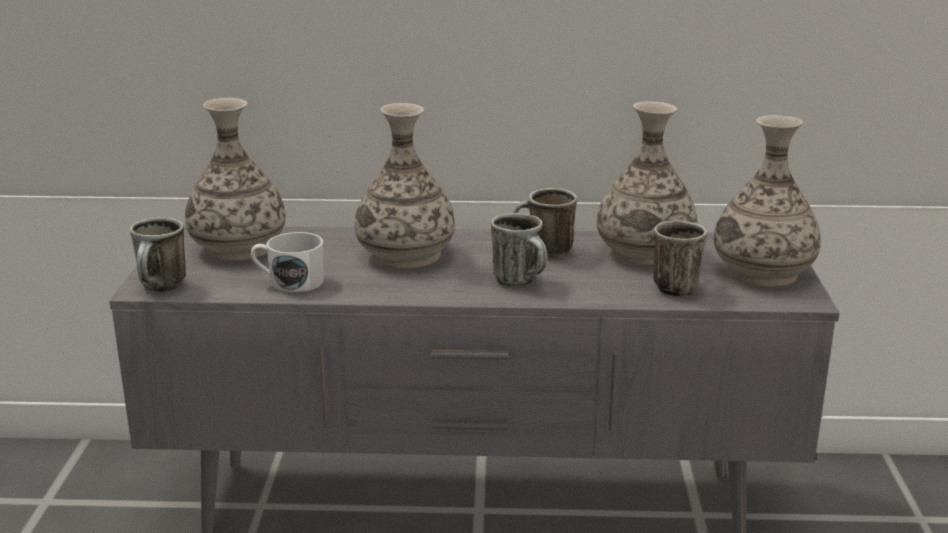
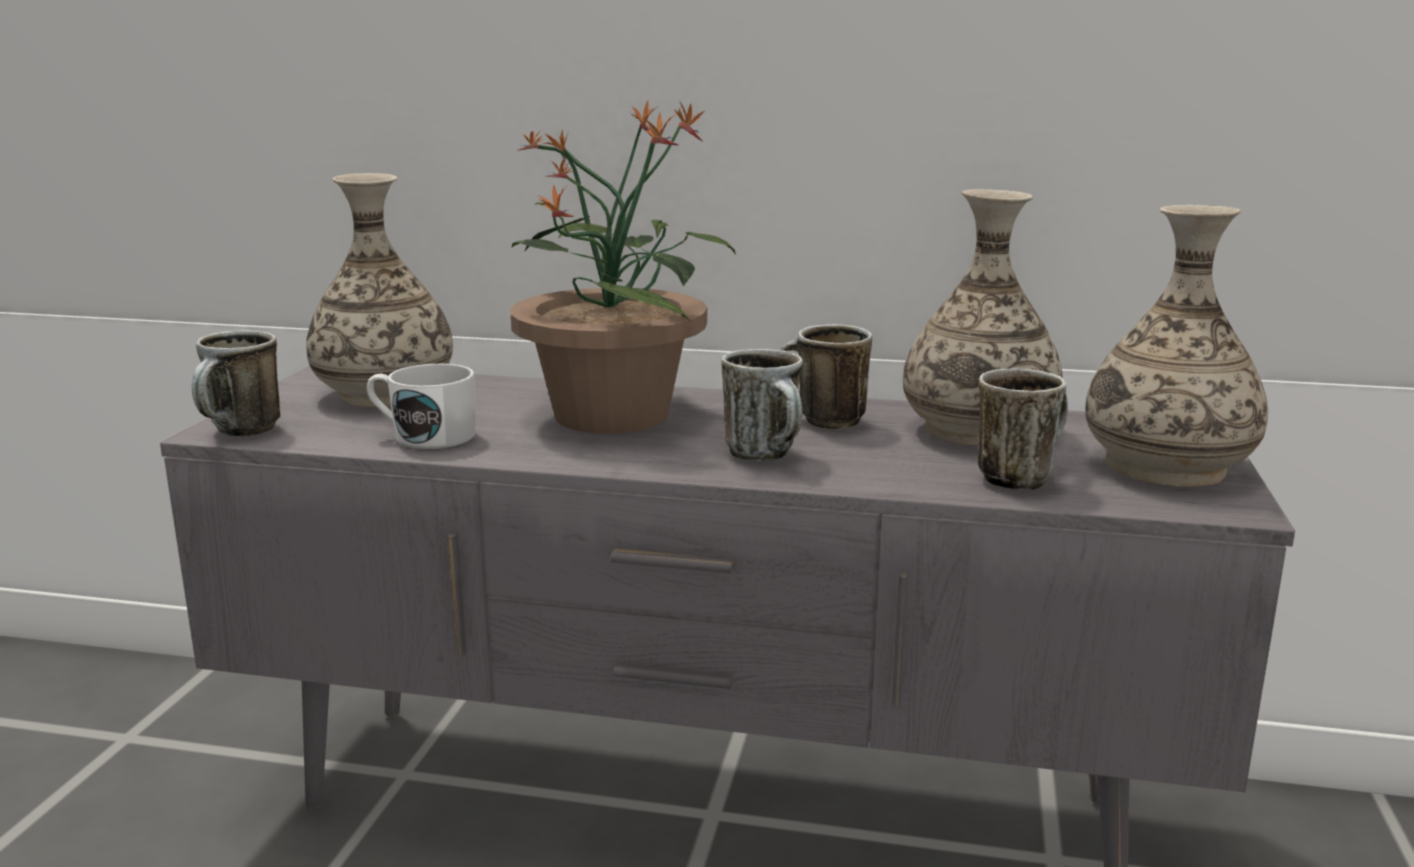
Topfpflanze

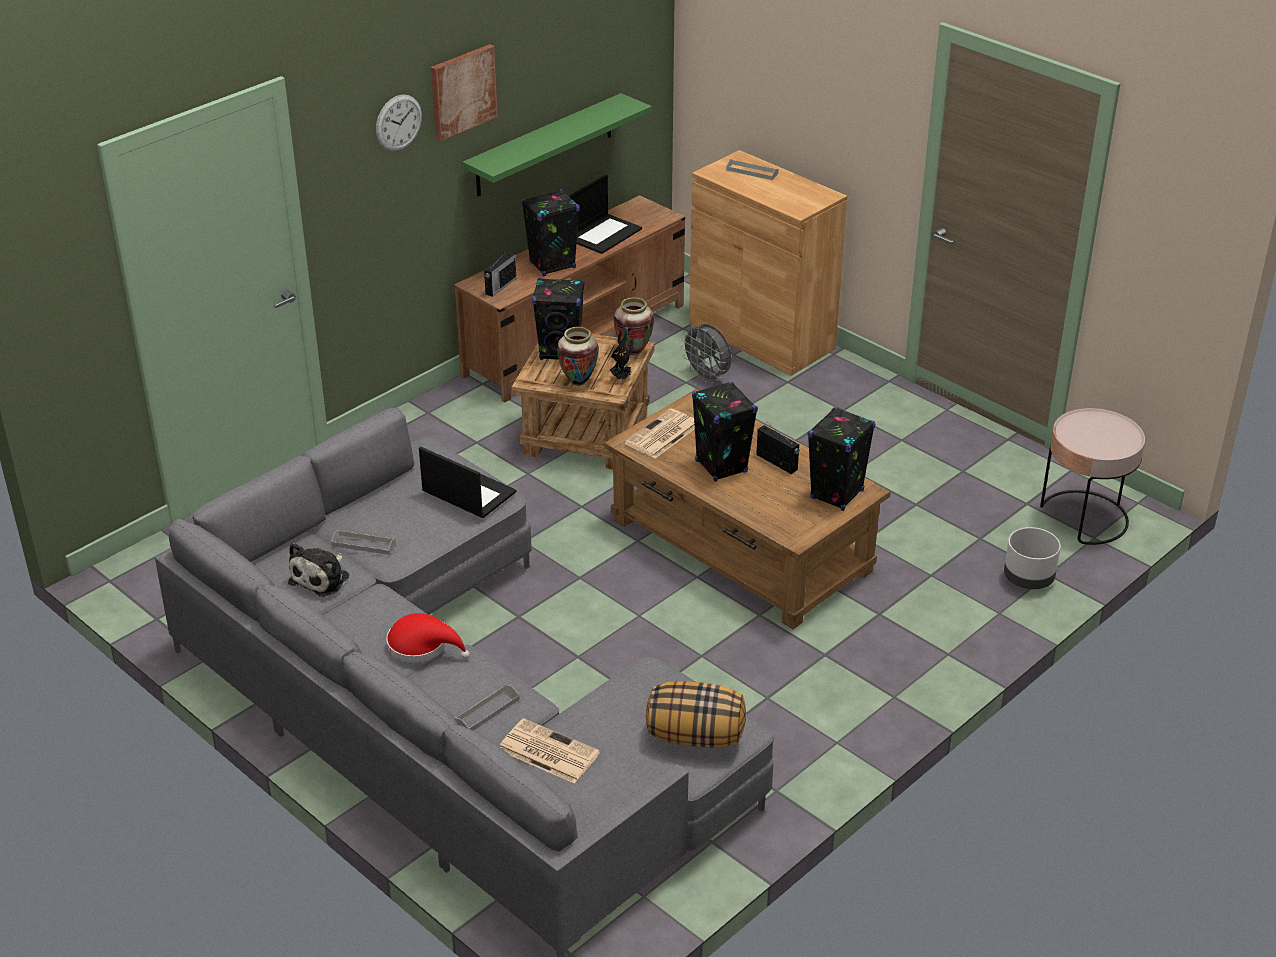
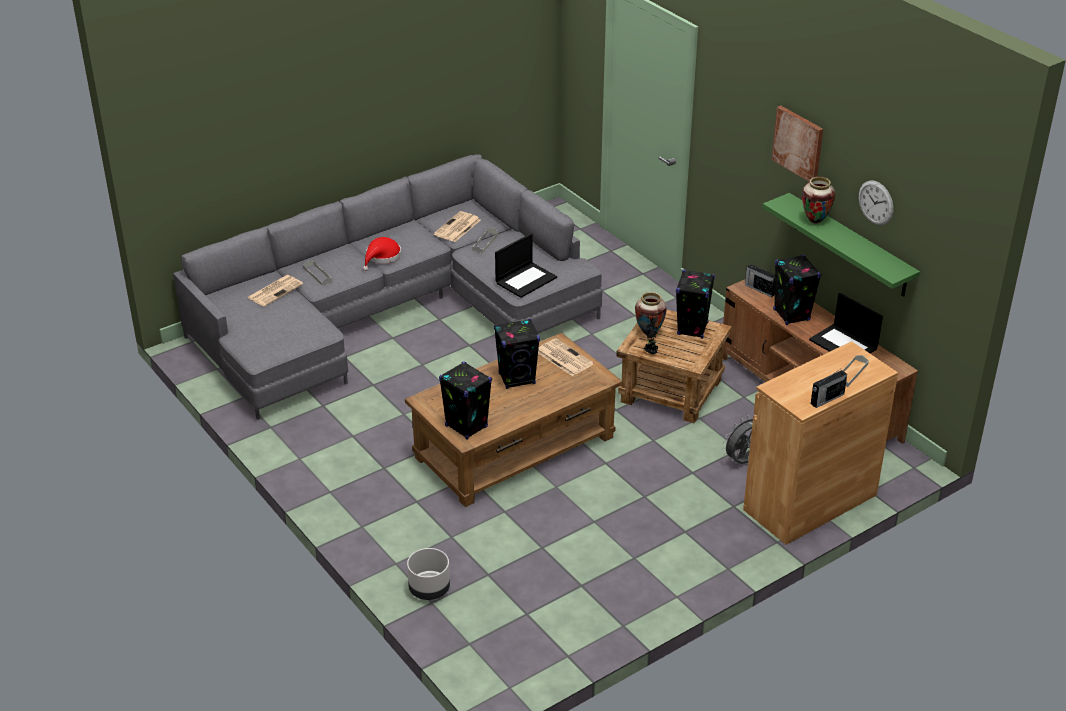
Kissen
Beistelltisch [rosa]
Wanduhr
Vase (no. 2 from left)
Radio (no. 2 from left)
Zeitung (no. 2 from left)

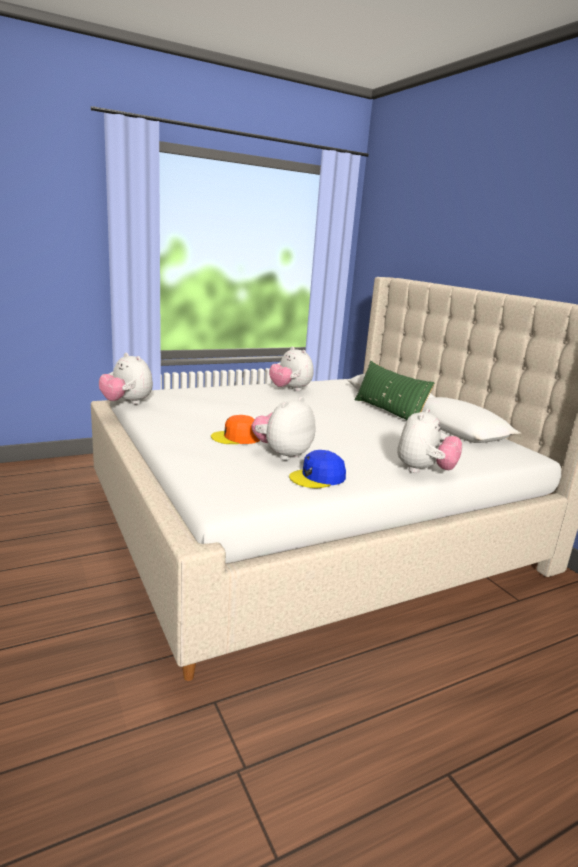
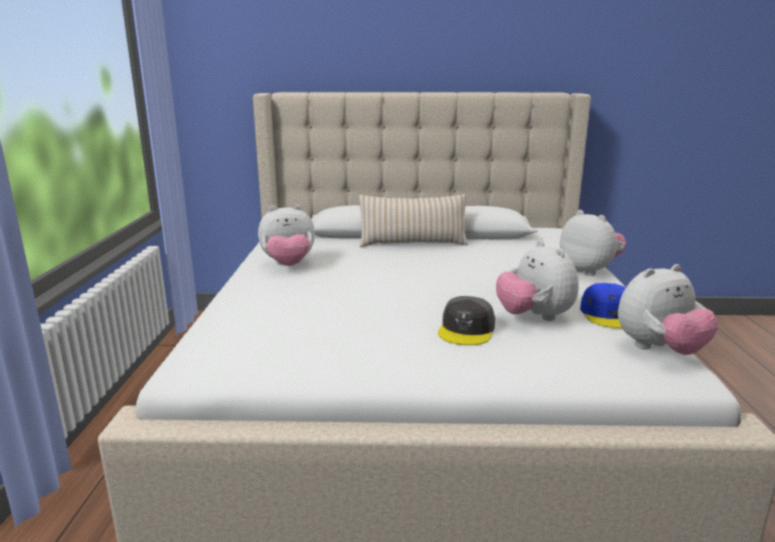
Plüschtier (no. 4 from left)
Kappe [grau]
Kissen [beige]

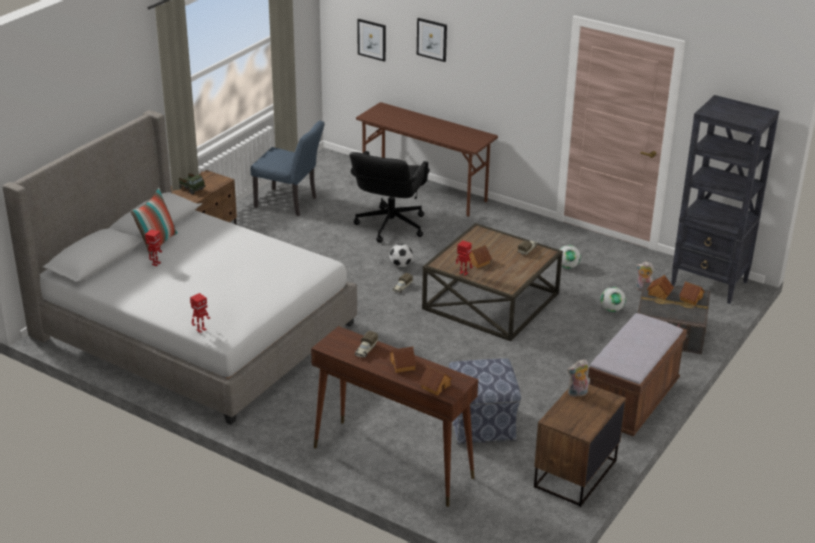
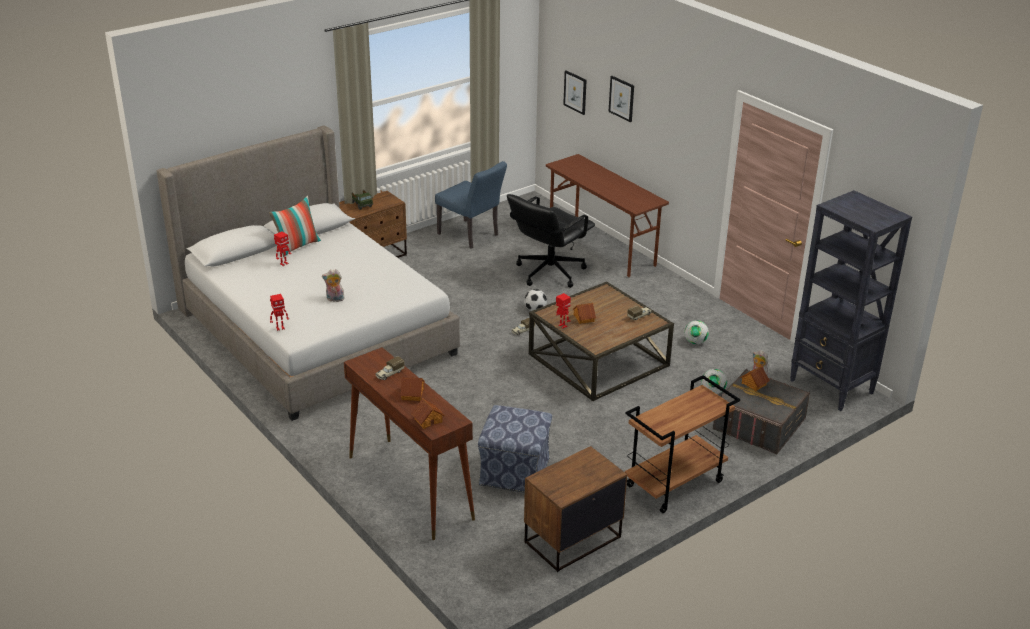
Spielzeughaus (no. 5 from left in the first image)
Plüschtier (no. 1 from left)
Rollwagen [braun]

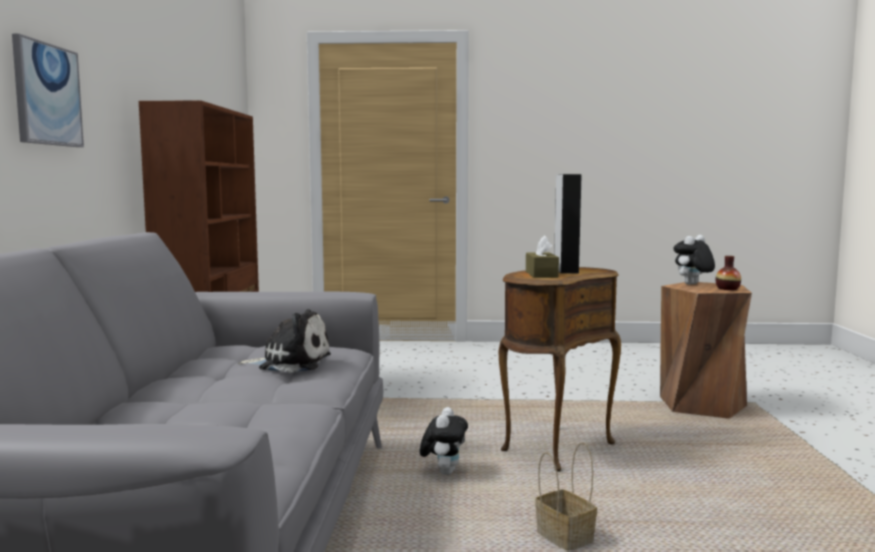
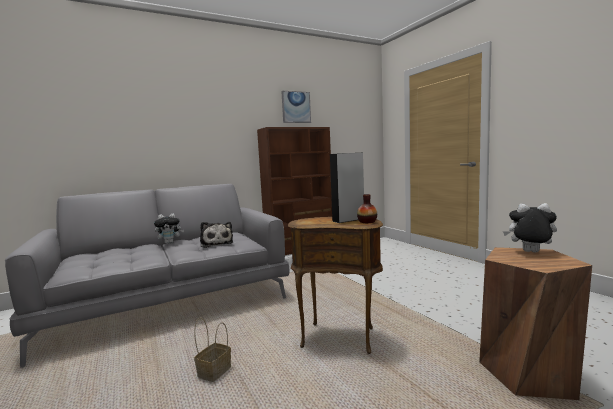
Taschentuchbox [braun]
Bild
Plüschtier (no. 1 from left)
Vase

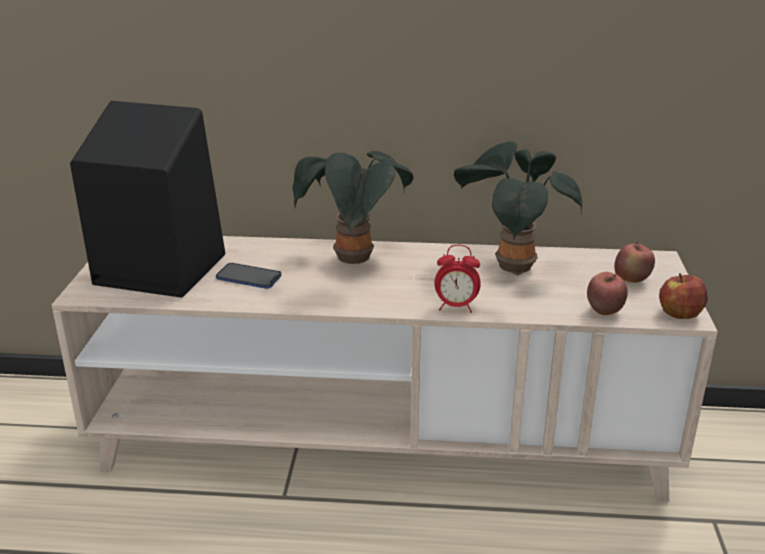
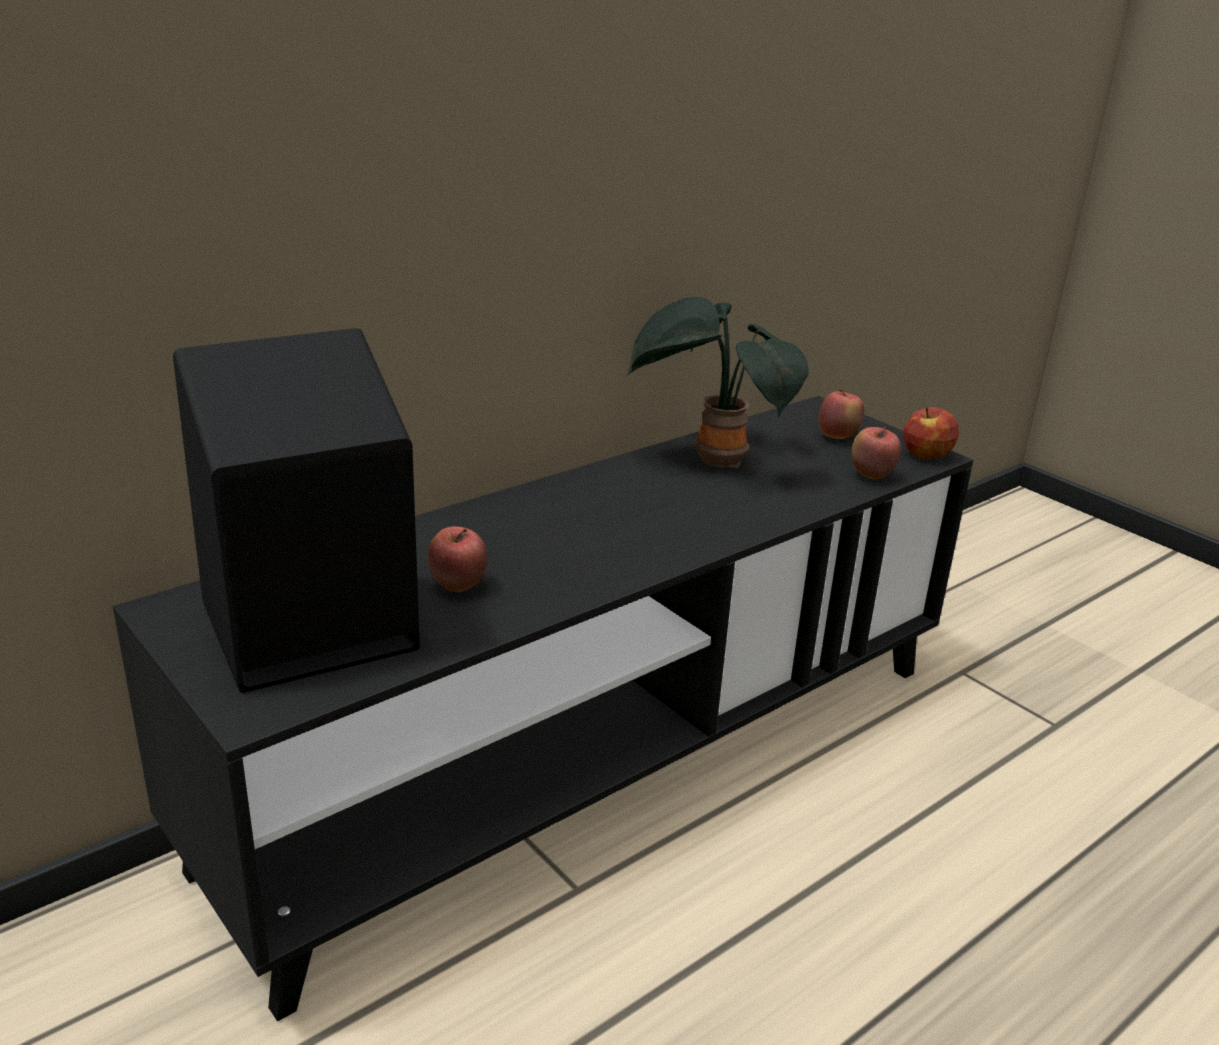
Topfpflanze (no. 1 from left in the first image)
Wecker
Apfel (no. 1 from left)
Fernsehschrank [schwarz]

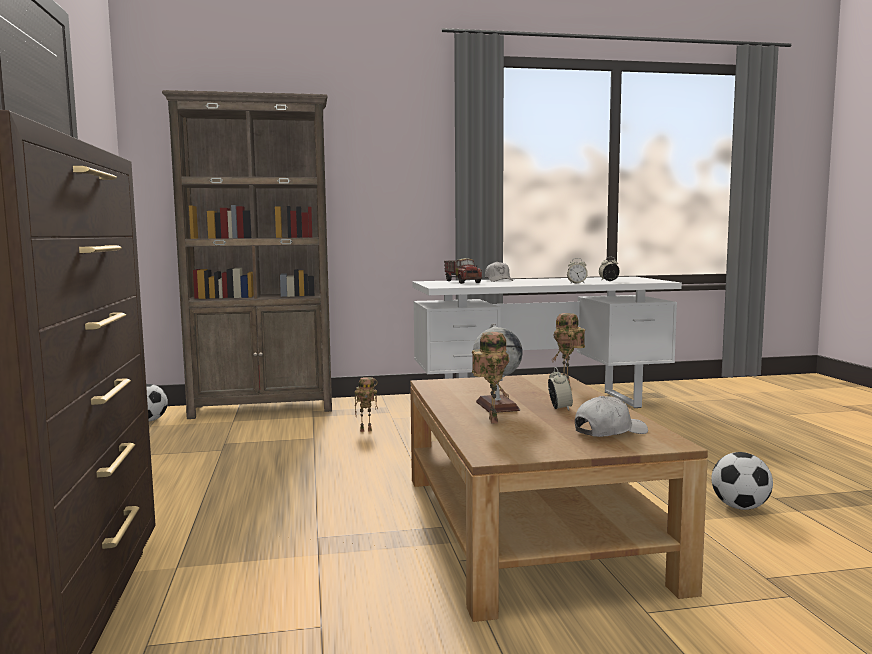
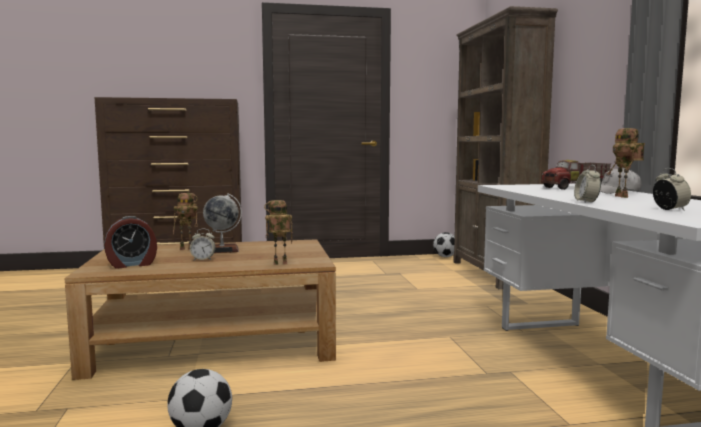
Spielzeugroboter (no. 3 from left)
Wecker (no. 1 from left)

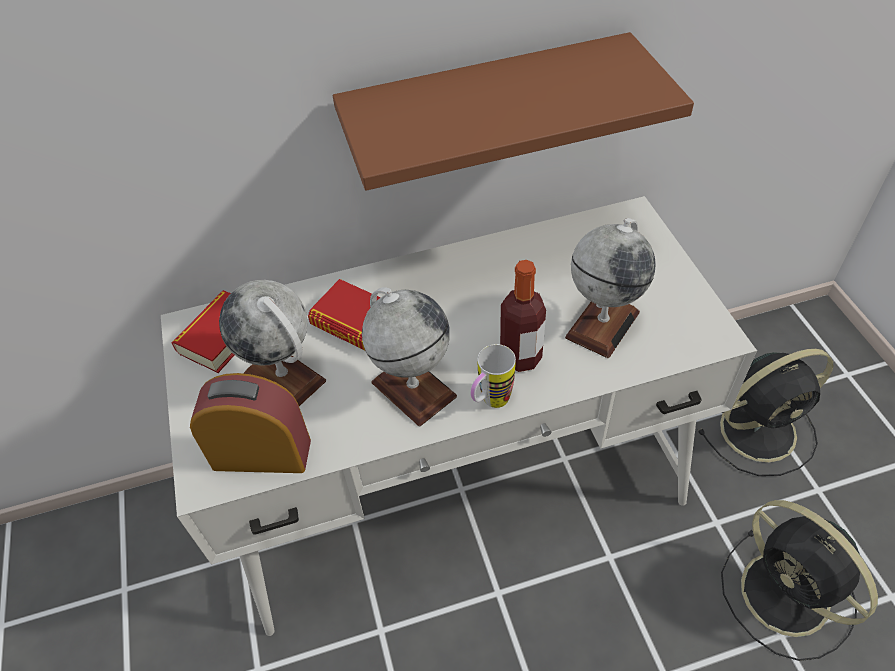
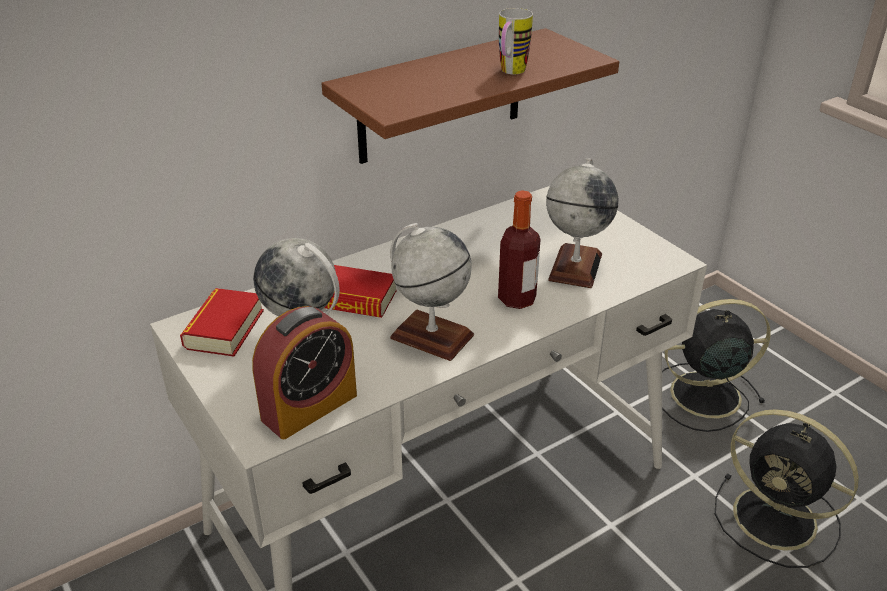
Henkelbecher
Wecker
Ventilator [schwarz] (no. 1 from left)

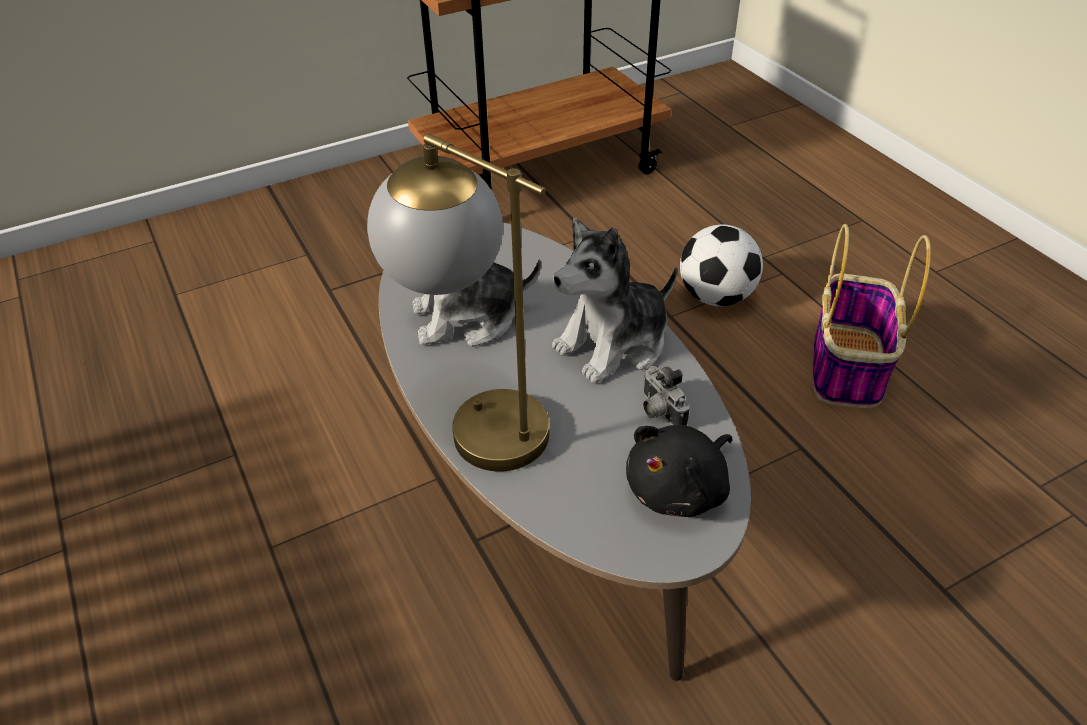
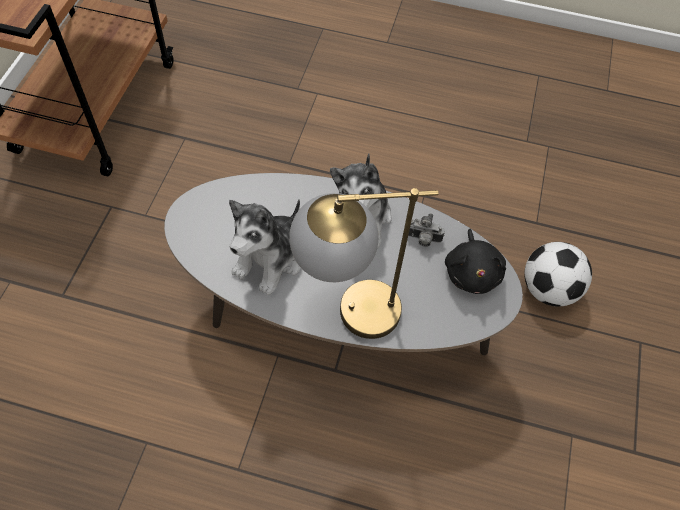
Korb
Fußball

